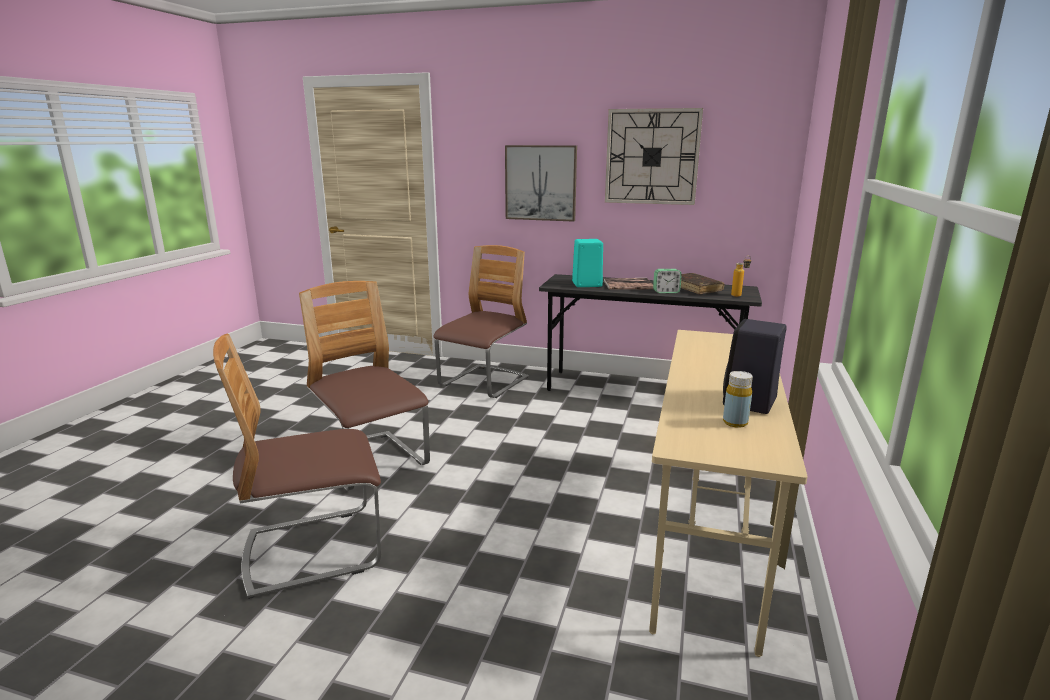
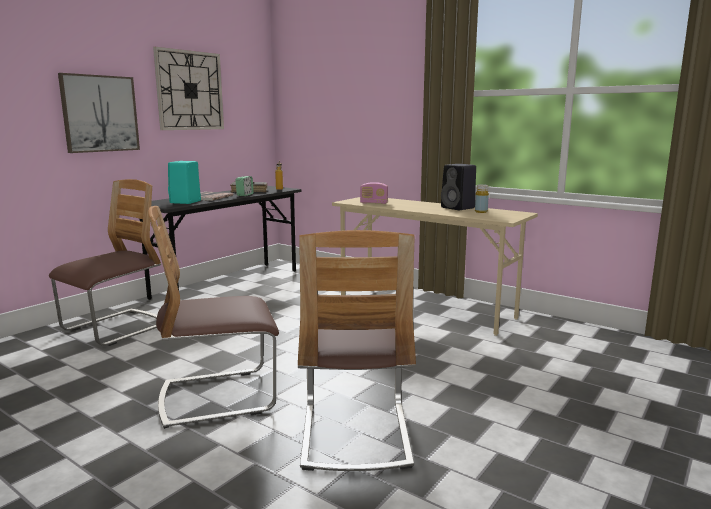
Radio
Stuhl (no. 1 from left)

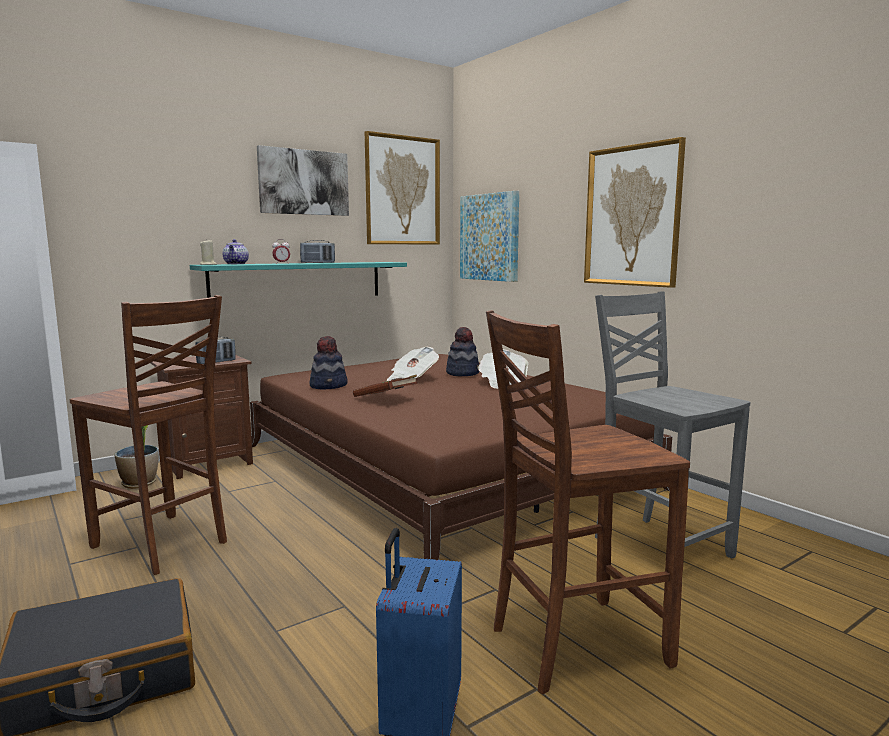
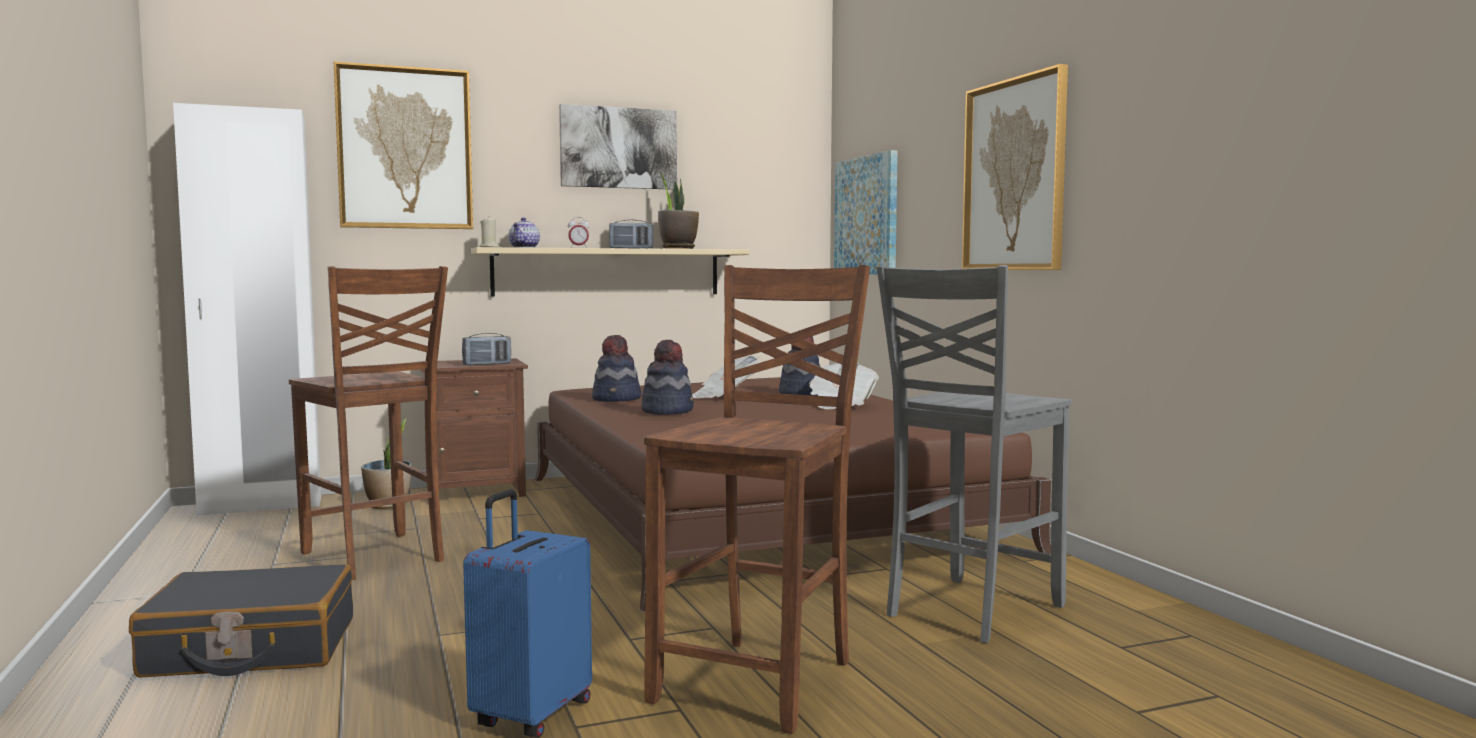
Topfpflanze (no. 2 from left)
Bild (no. 1 from left)
Hut (no. 2 from left)
Wandregal [beige]
Stuhl [braun] (no. 2 from left)
Stuhl [grau]

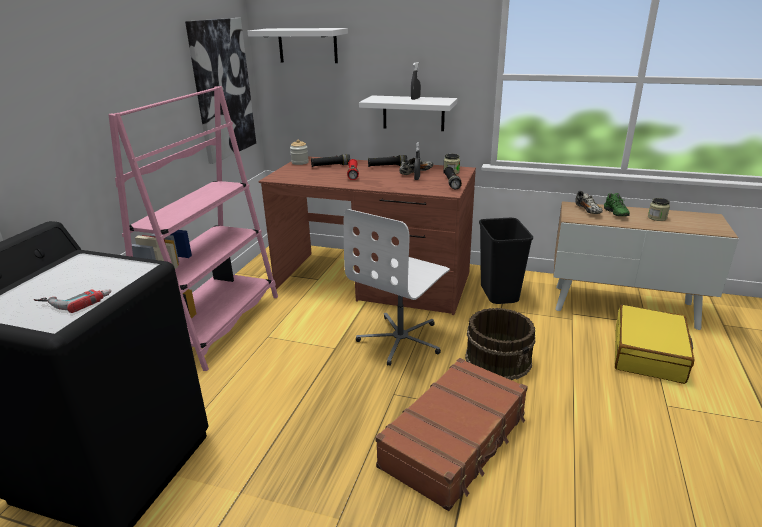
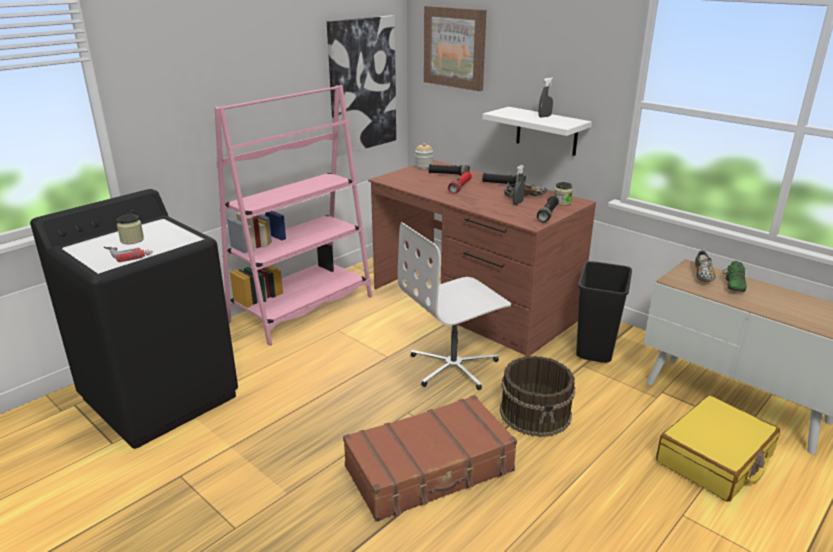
Vorratsglas (no. 1 from left)
Bild (no. 2 from left)

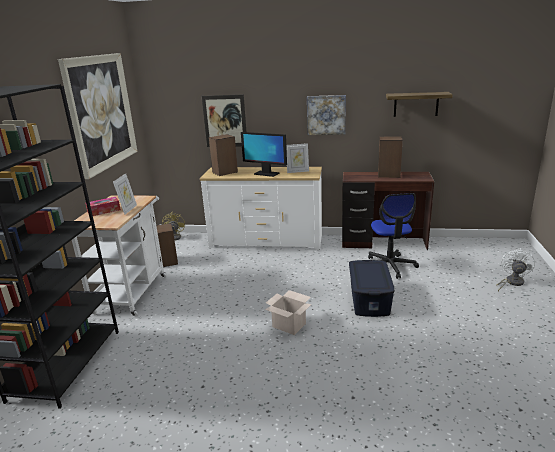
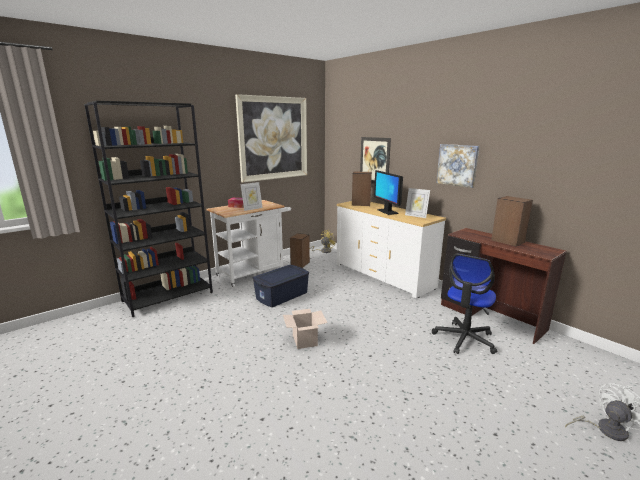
Wandregal
Aufbewahrungsbox [blau]

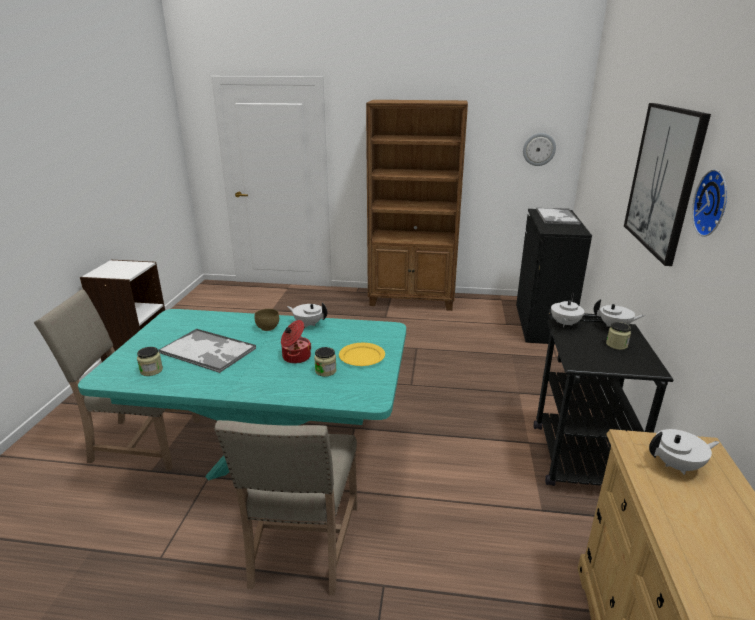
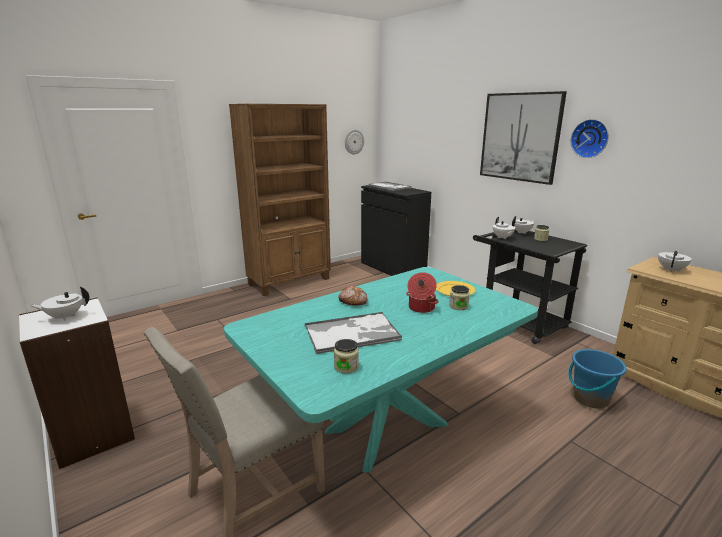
Stuhl [beige] (no. 2 from left in the first image)
Eimer [blau]
Teekanne [weiß] (no. 1 from left)
Brot

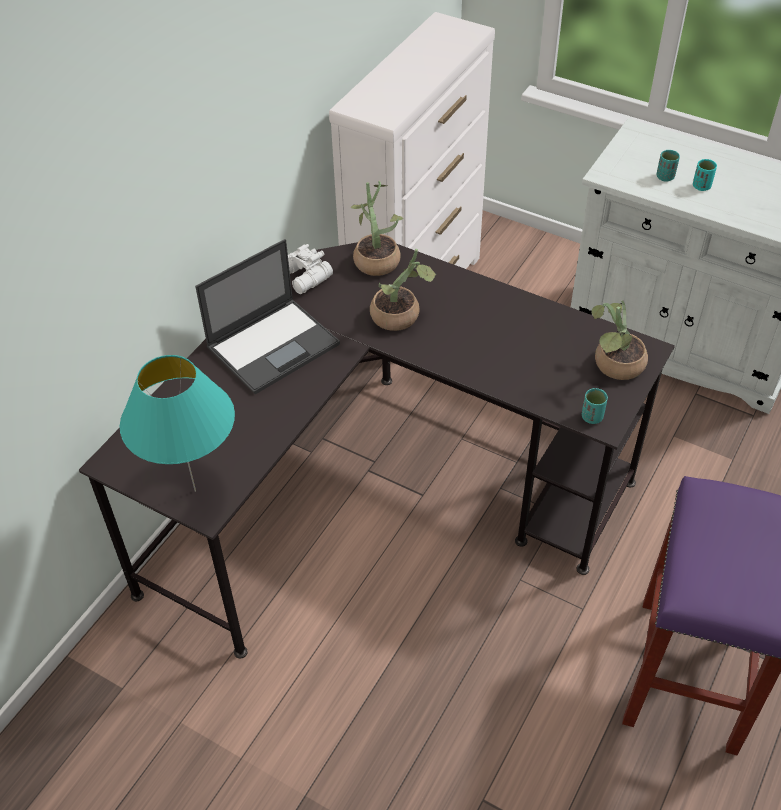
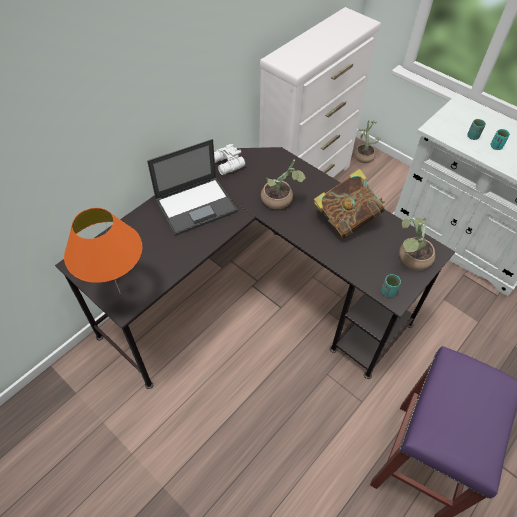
Buch
Topfpflanze (no. 2 from left)
Tischlampe [orange]

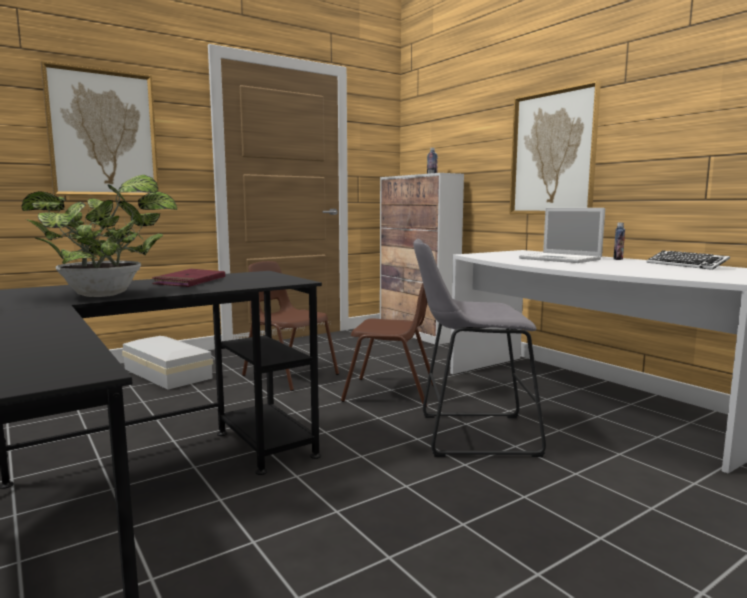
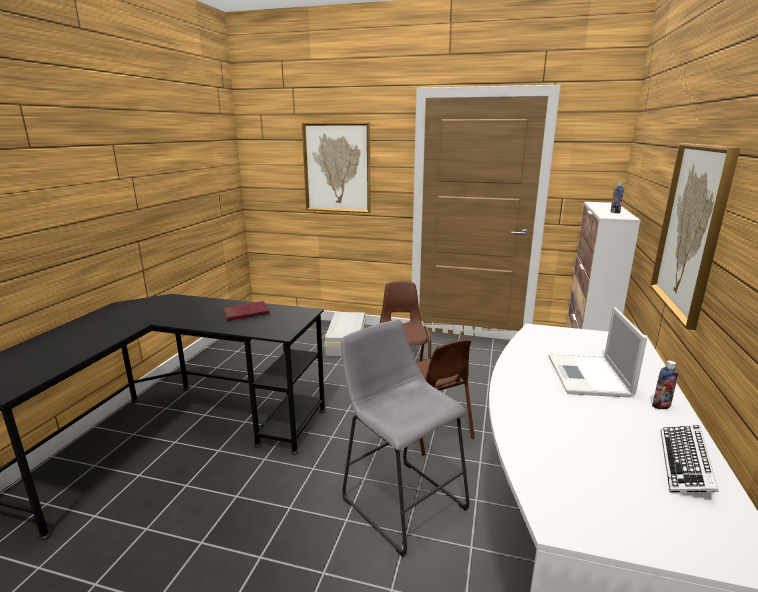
Topfpflanze

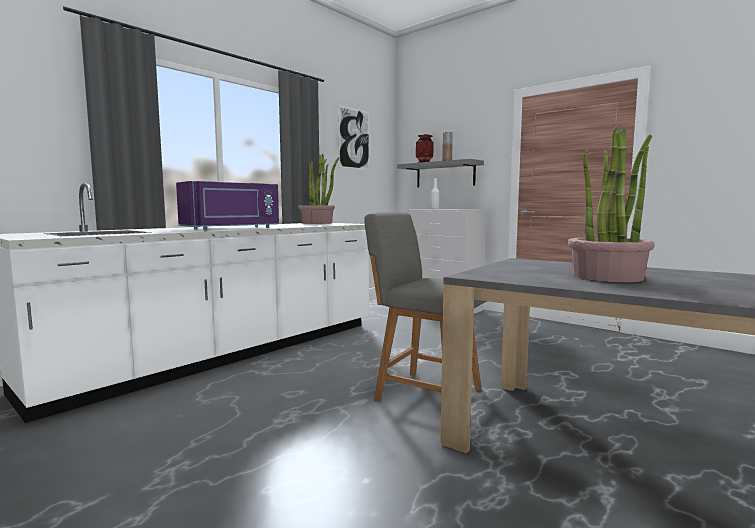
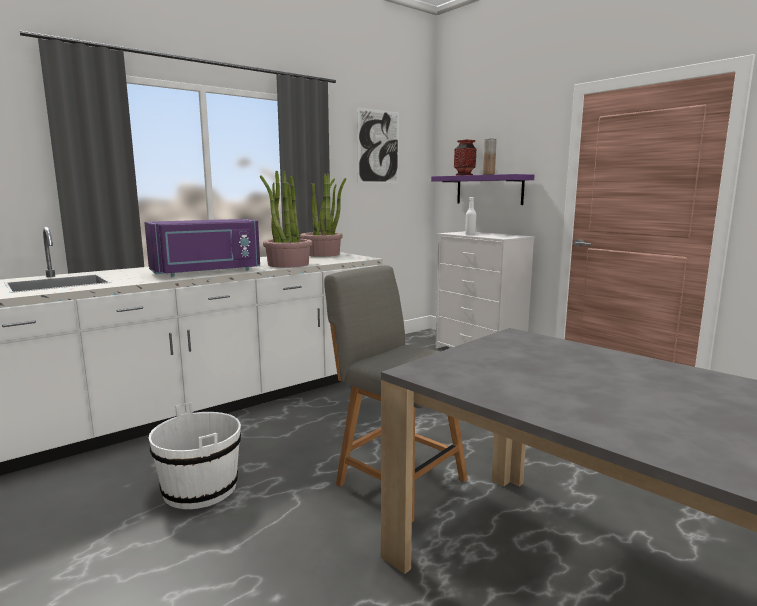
Eimer [weiß]
Topfpflanze (no. 1 from left)
Wandregal [lila]

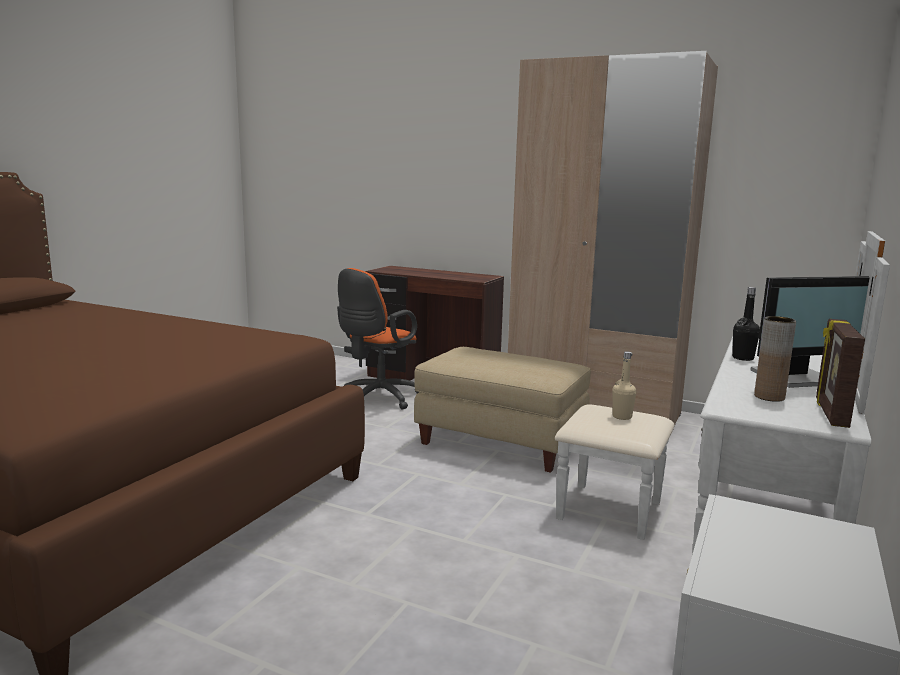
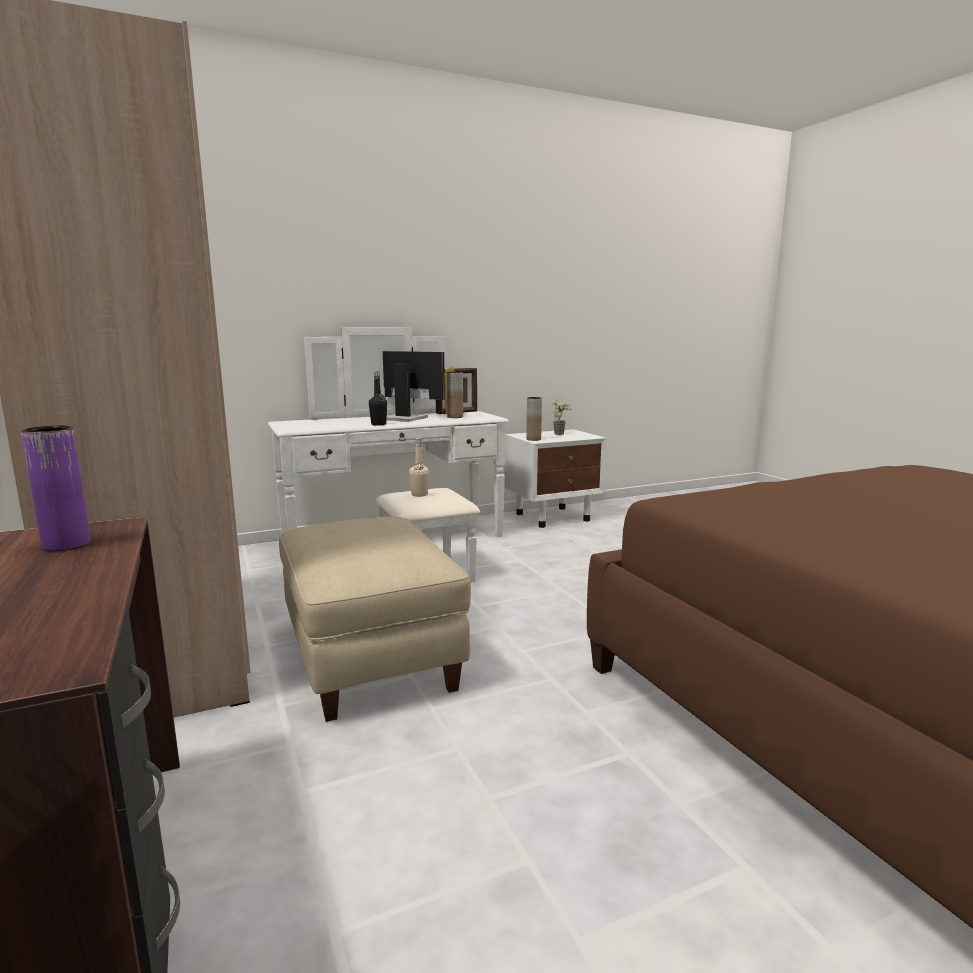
Bürostuhl [orange]
Vase [lila]
Vase [braun] (no. 2 from left)
Topfpflanze

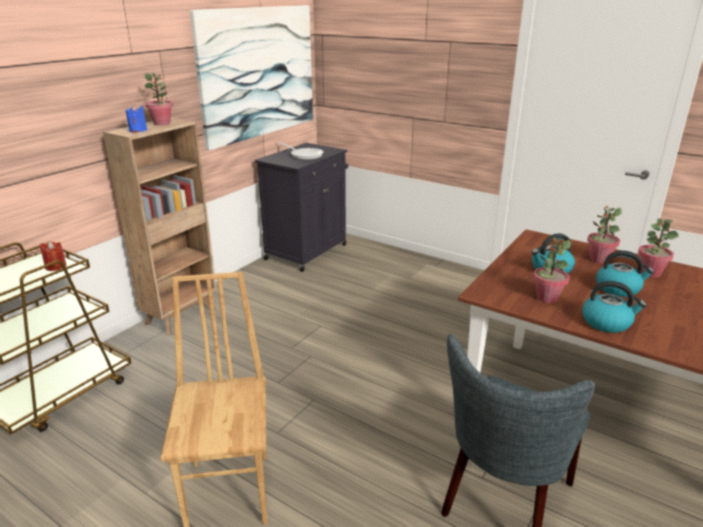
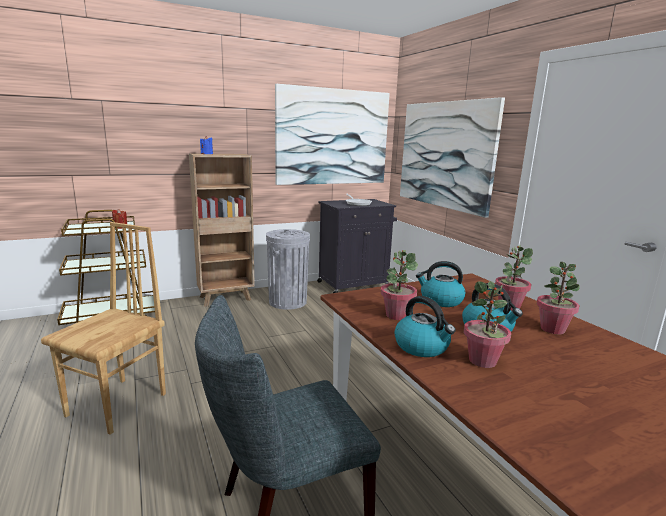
Mülleimer [grau]
Bild (no. 2 from left)
Topfpflanze (no. 2 from left)

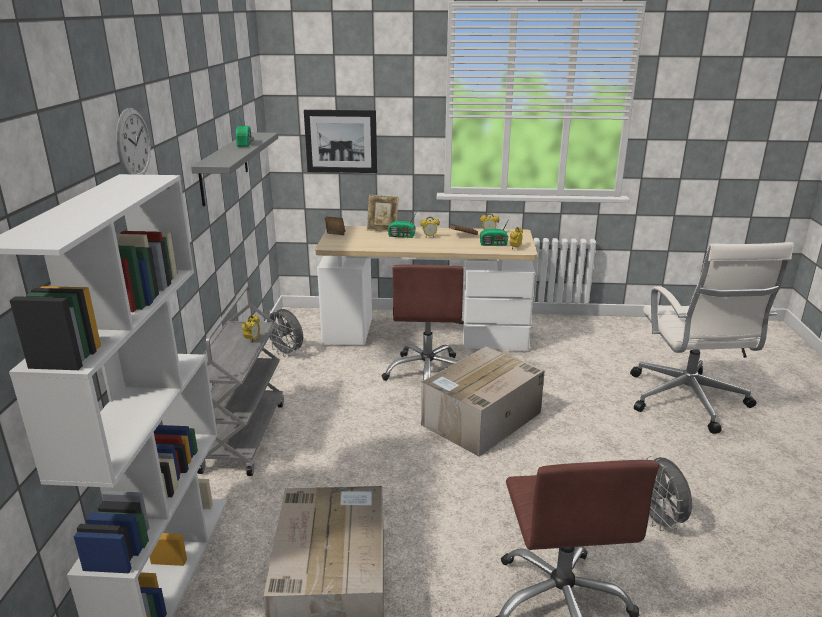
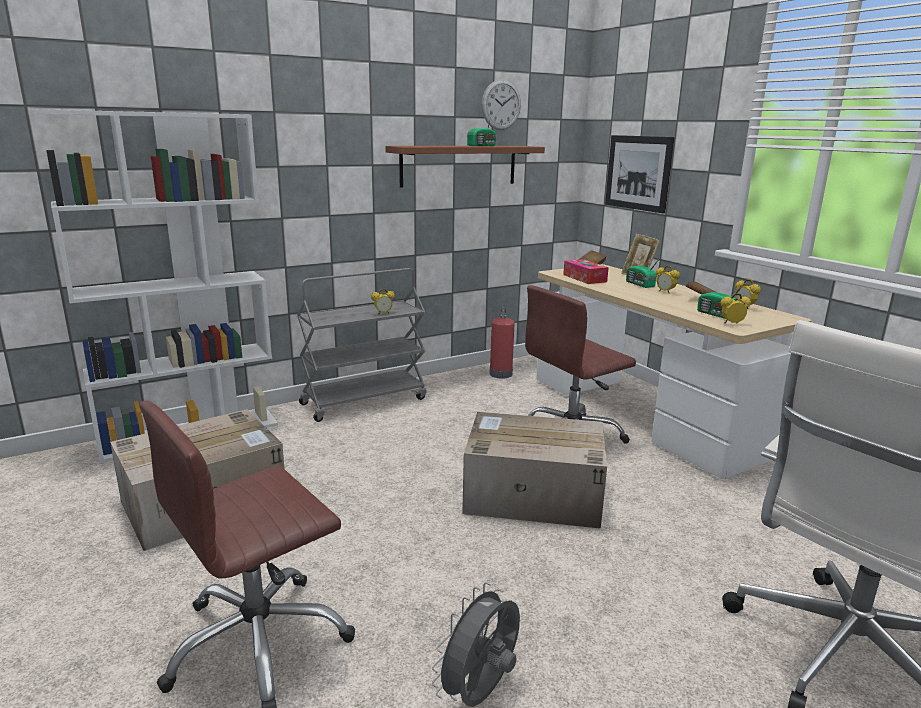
Taschentuchbox
Wanduhr
Feuerlöscher
Wandregal [braun]

